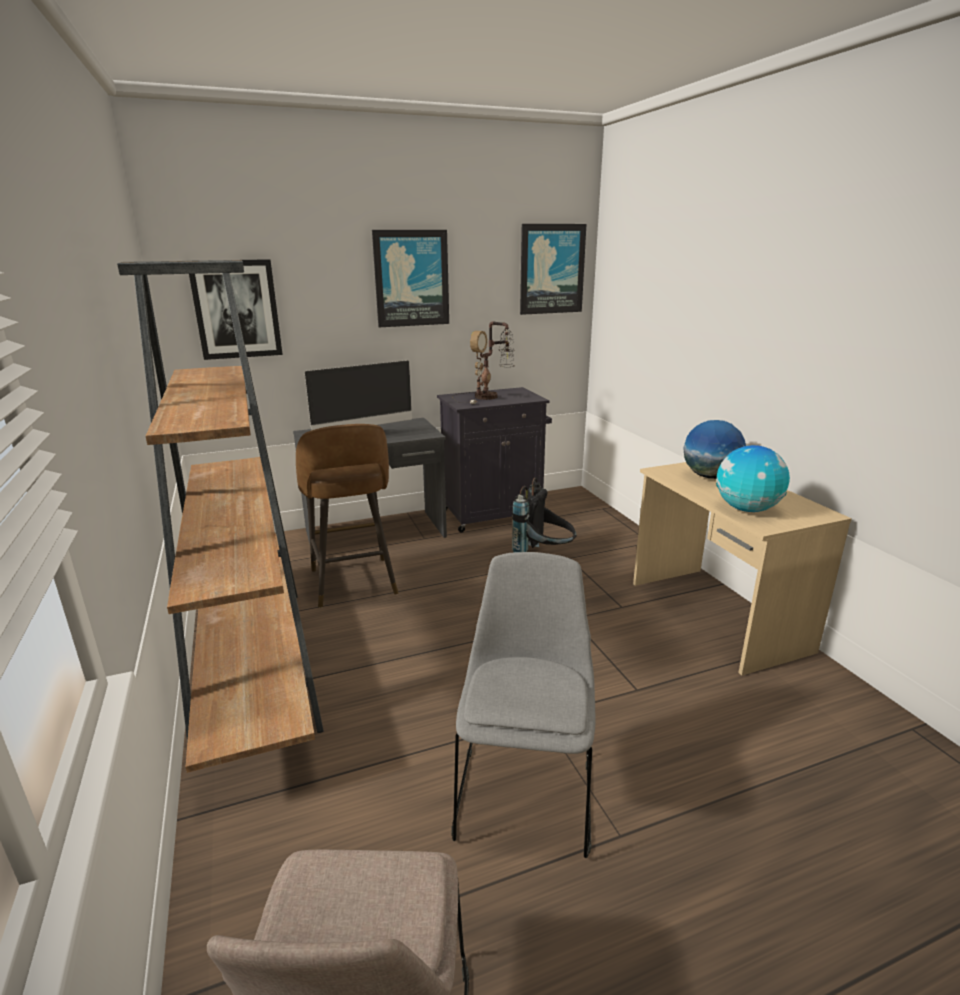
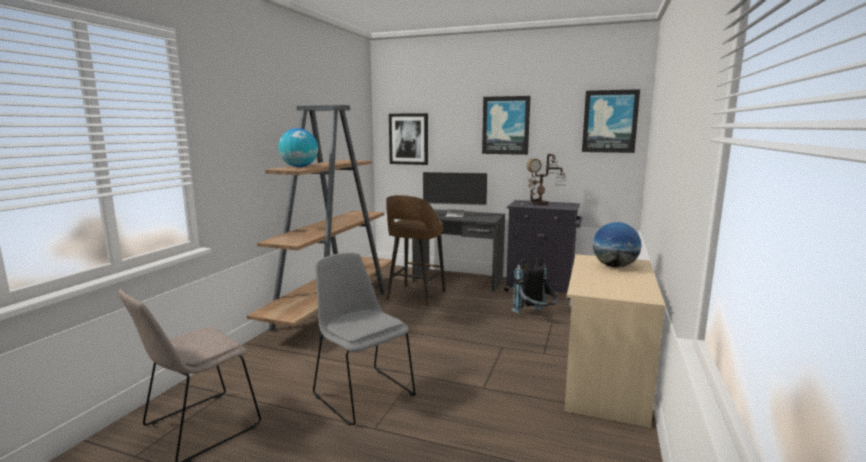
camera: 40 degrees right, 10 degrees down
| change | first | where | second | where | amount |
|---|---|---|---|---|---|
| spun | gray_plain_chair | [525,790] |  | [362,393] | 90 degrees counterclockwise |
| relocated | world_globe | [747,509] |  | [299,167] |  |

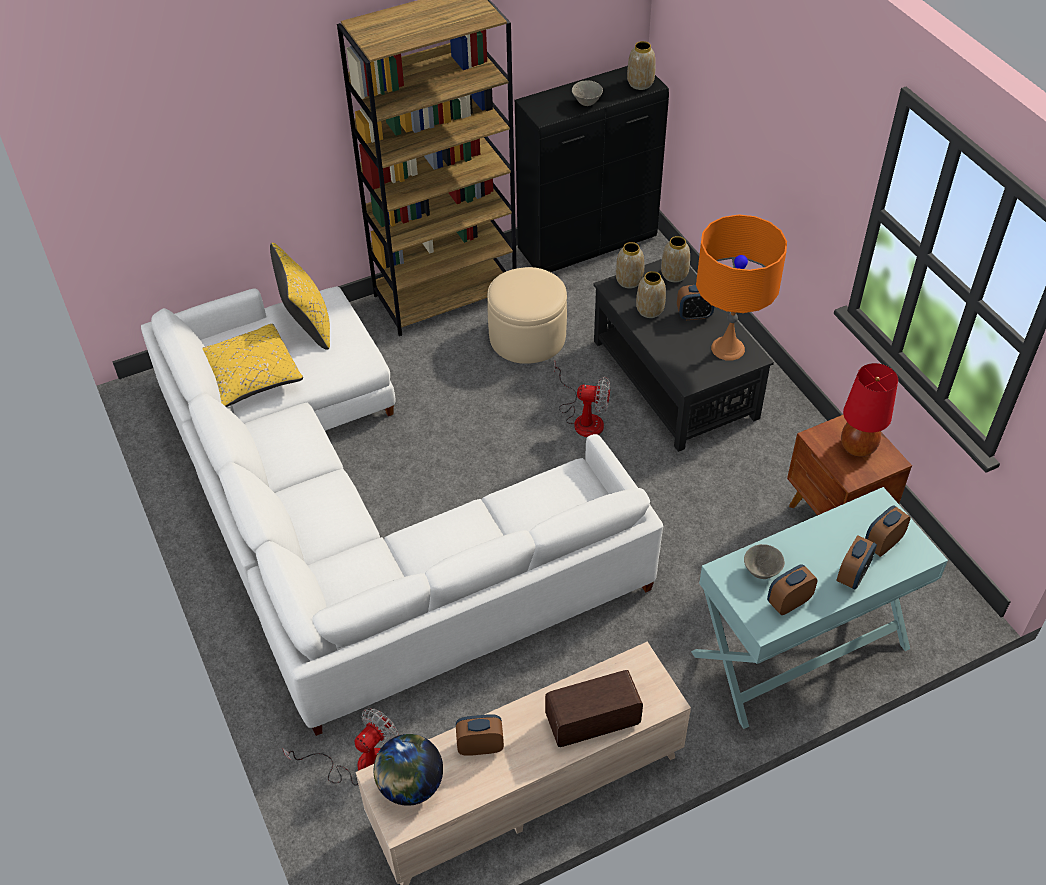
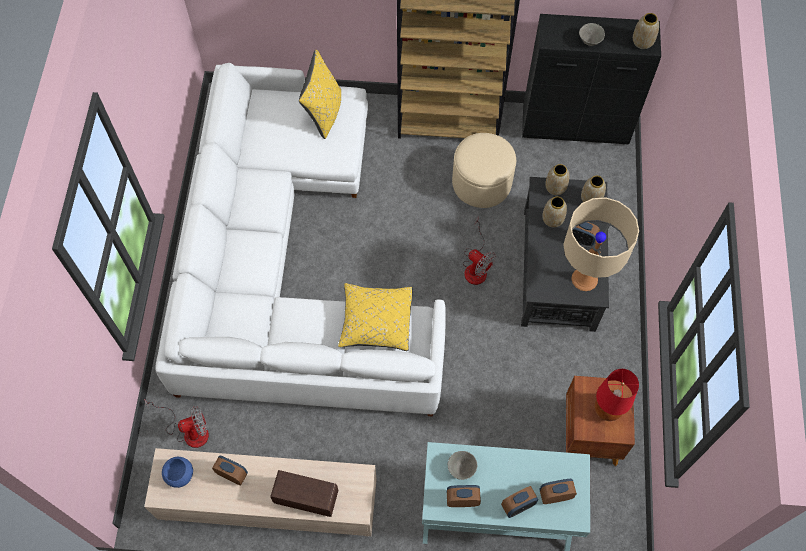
camera: 30 degrees right, 15 degrees up
| change | first | where | second | where | amount |
|---|---|---|---|---|---|
| relocated | yellow_pillow | [250,377] |  | [376,322] |  |
| exchanged | world_globe | [410,785] | bluish_bowl | [179,475] |  |
| colour | orange-coloured_lamp_for_a_table | [727,348] | beige-coloured_lamp_for_a_table | [584,279] |  |

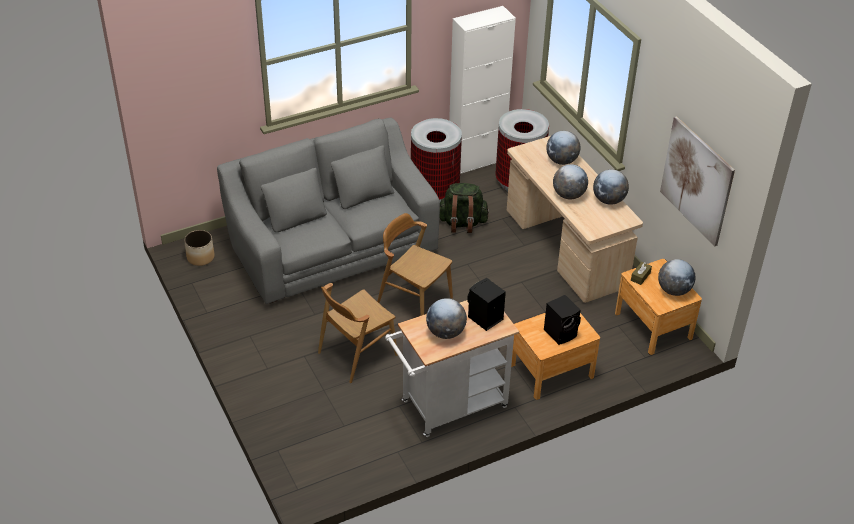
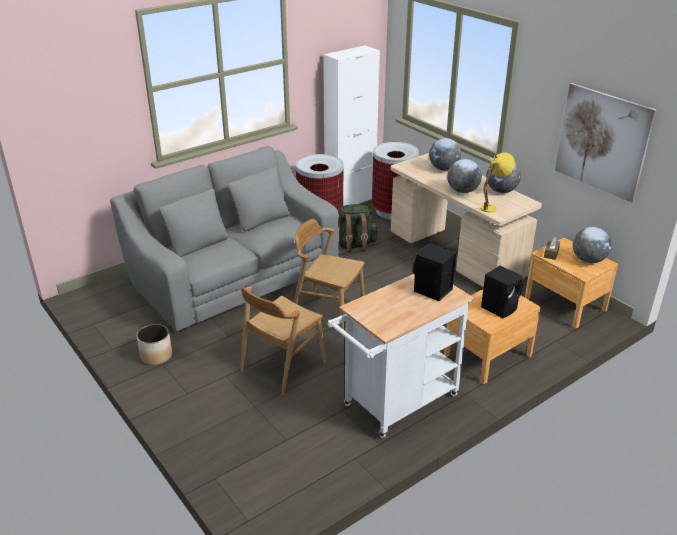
camera: 10 degrees left, 10 degrees down
| change | first | where | second | where | amount |
|---|---|---|---|---|---|
| relocated | plant_pot | [201,257] |  | [156,356] |  |
| missing | world_globe | [446,332] |  |  |  |
| appeared |  |  | yellow_lamp_for_a_table | [492,206] |  |

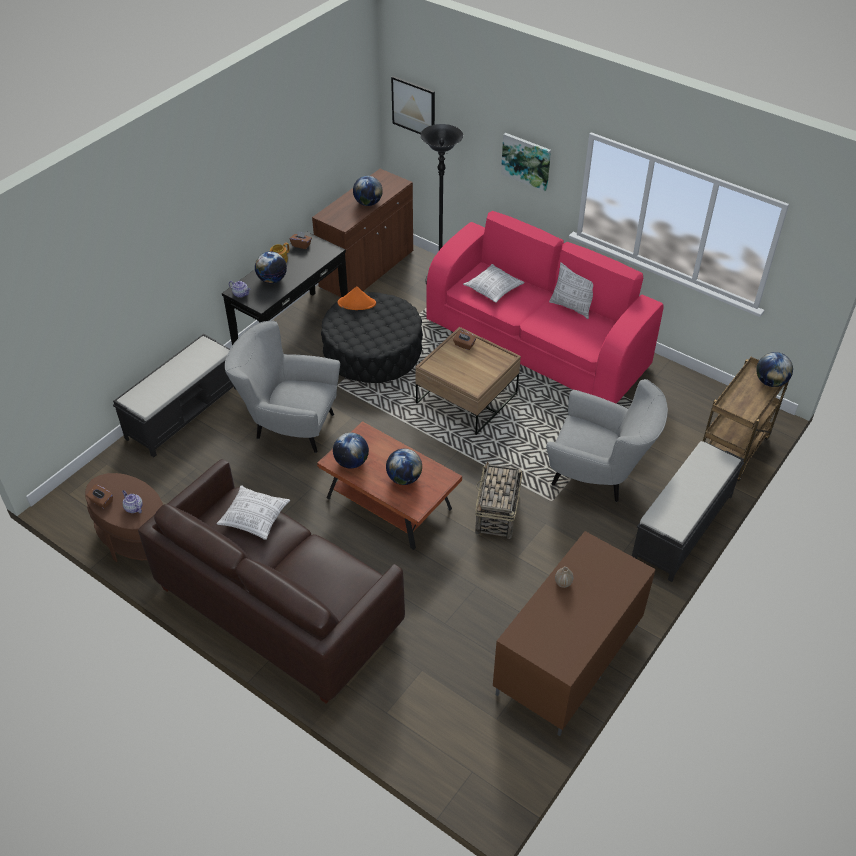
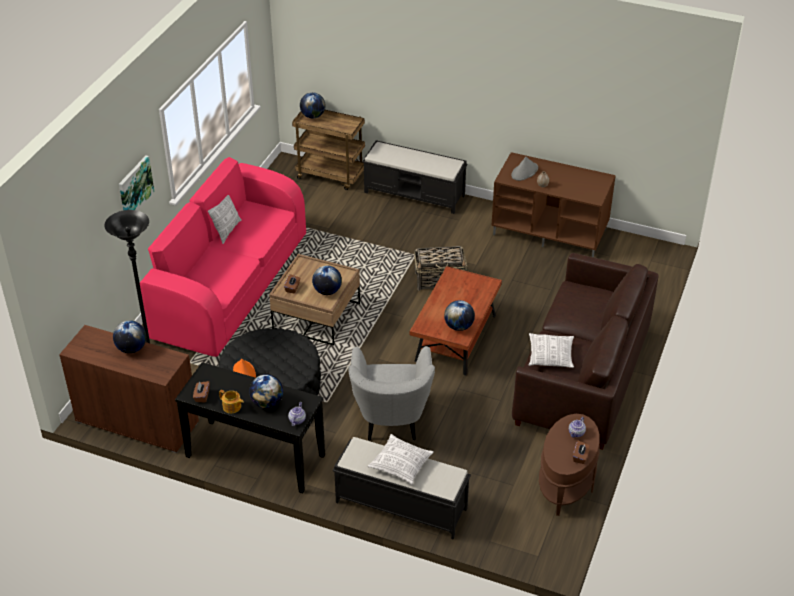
camera: 105 degrees left, 5 degrees down
| change | first | where | second | where | amount |
|---|---|---|---|---|---|
| relocated | world_globe | [404,478] |  | [327,291] |  |
| missing | wall_picture | [413,107] |  |  |  |
| relocated | pillow | [493,289] |  | [401,465] |  |
| missing | gray_easy_chair | [598,476] |  |  |  |
| appeared |  |  | gray_hat | [524,172] |  |

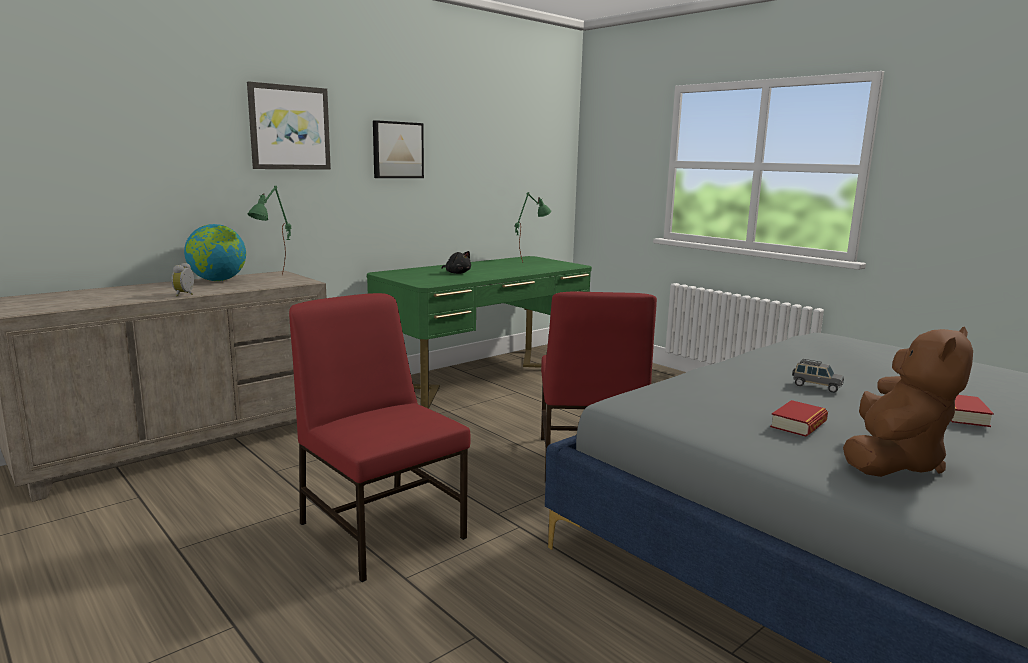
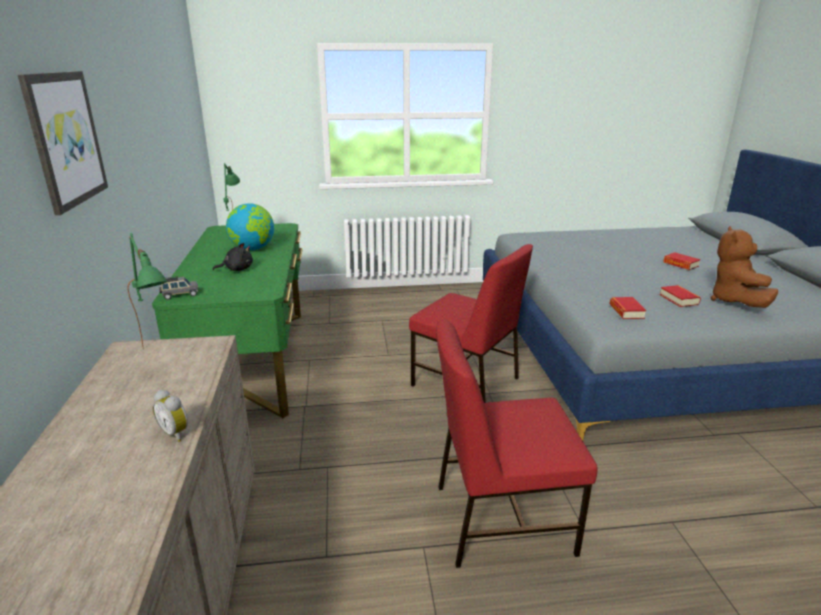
camera: 55 degrees left, 10 degrees up
| change | first | where | second | where | amount |
|---|---|---|---|---|---|
| relocated | world_globe | [217,280] |  | [253,249] |  |
| missing | wall_picture | [397,150] |  |  |  |
| relocated | gray_toy_car | [816,386] |  | [180,295] |  |
| spun | brownish_cuddly_toy | [892,462] |  | [735,301] | 150 degrees counterclockwise |
| appeared |  |  | volume | [626,311] |  |

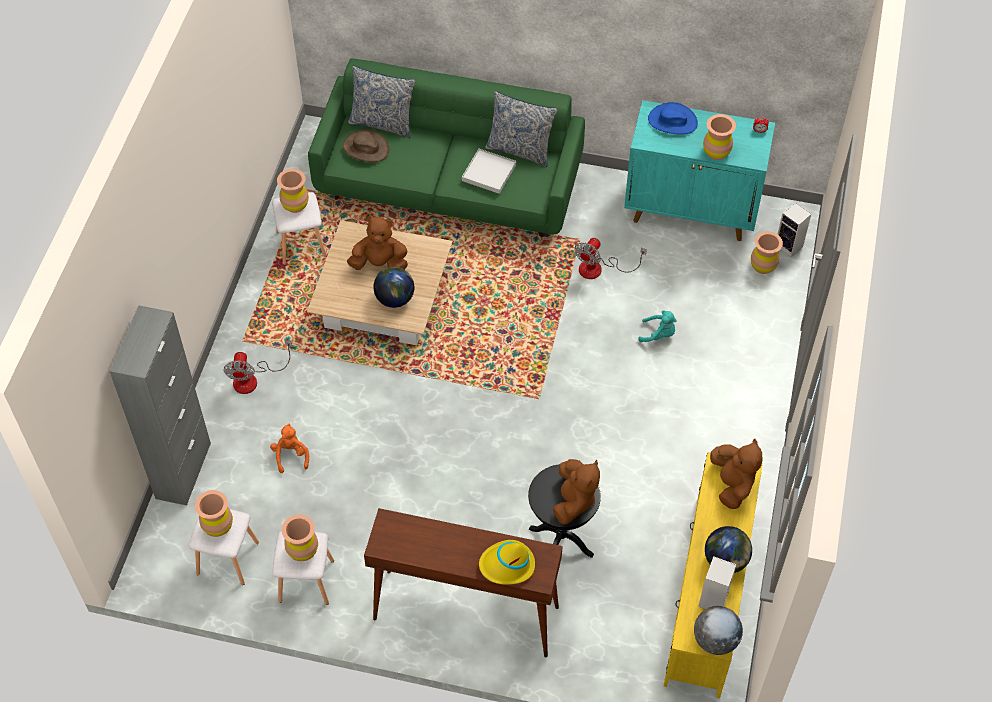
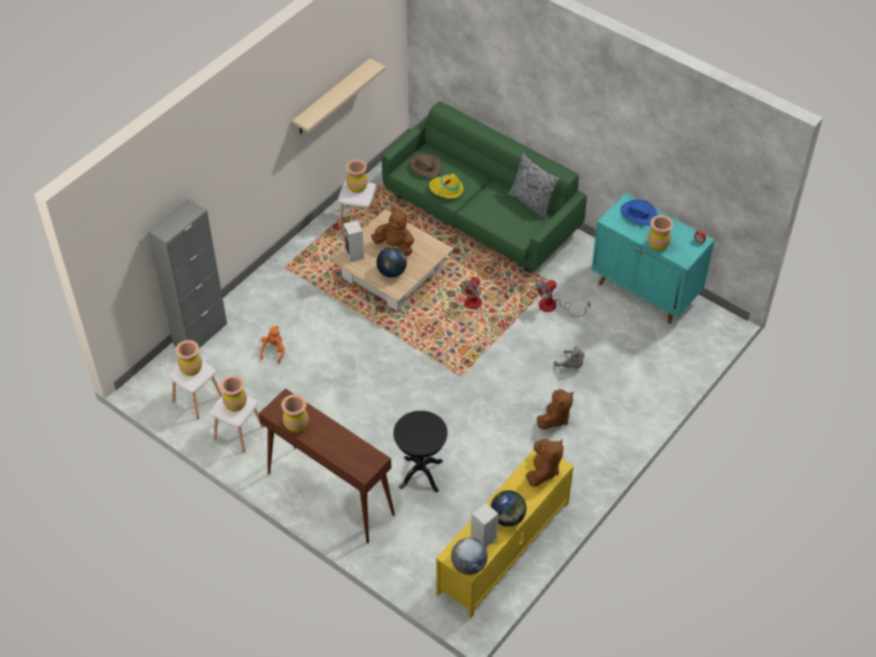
camera: 25 degrees right, 5 degrees down
| change | first | where | second | where | amount |
|---|---|---|---|---|---|
| relocated | fan | [253,379] |  | [479,301] |  |
| missing | pillow | [383,123] |  |  |  |
| missing | whitish_serving_tray | [489,172] |  |  |  |
| relocated | yellow_hat | [507,565] |  | [446,189] |  |
| relocated | brownish_cuddly_toy | [574,500] |  | [555,418] |  |
| colour | turquoise_cuddly_toy | [658,334] | gray_cuddly_toy | [571,365] |  |
| relocated | brownish_vase | [763,266] |  | [296,425] |  |
| relocated | audio_speaker | [790,246] |  | [355,255] |  |
| appeared |  |  | beige-coloured_bracket_shelf | [332,97] |  |

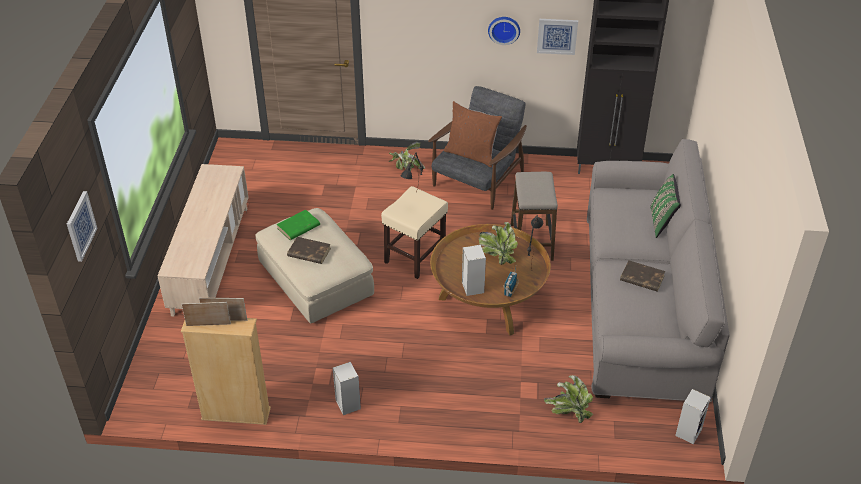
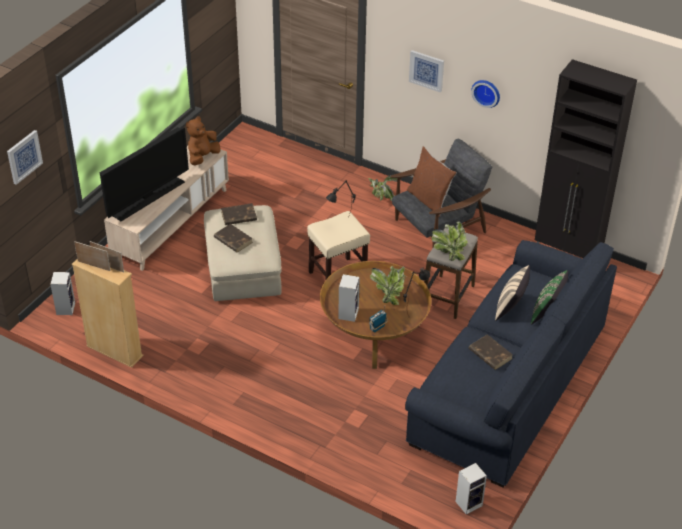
camera: 25 degrees right, 0 degrees up
| change | first | where | second | where | amount |
|---|---|---|---|---|---|
| colour | greenish_volume | [298,227] | brownish_volume | [238,216] |  |
| relocated | audio_speaker | [347,404] |  | [65,308] |  |
| relocated | wall_picture | [557,36] |  | [426,70] |  |
| relocated | potted_plant | [568,411] |  | [448,252] |  |
| colour | gray_sofa | [642,305] | bluish_sofa | [508,385] |  |
| appeared |  |  | television | [148,198] |  |
| appeared |  |  | brownish_cuddly_toy | [202,157] |  |
| appeared |  |  | beige-coloured_pillow | [510,308] |  |

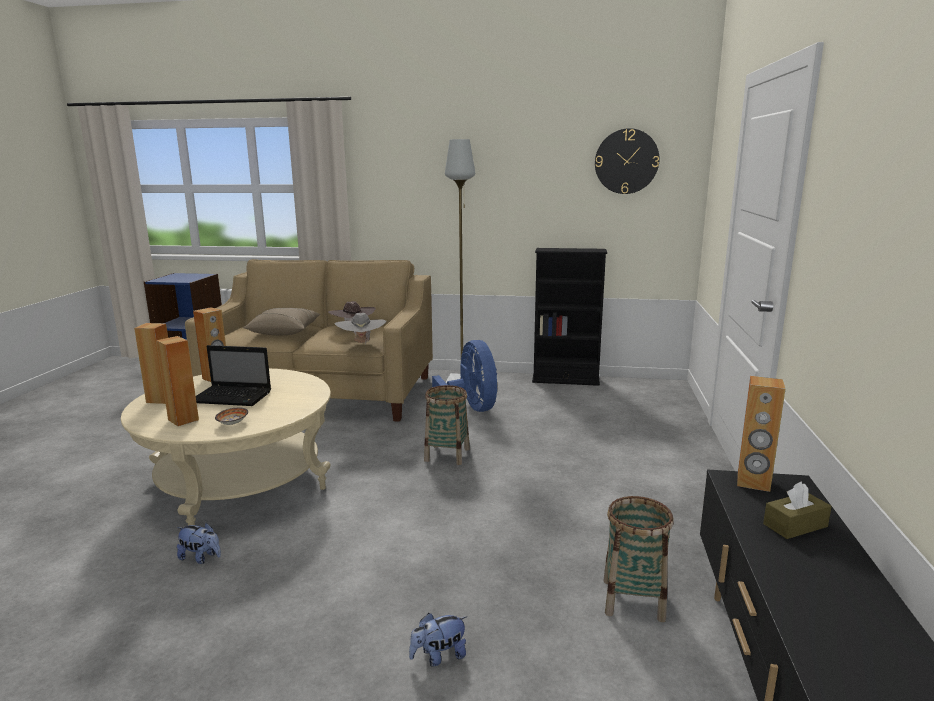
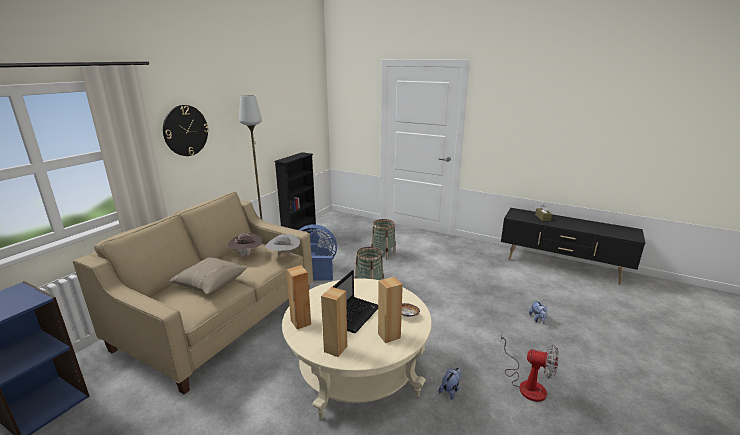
camera: 70 degrees left, 5 degrees up
| change | first | where | second | where | amount |
|---|---|---|---|---|---|
| relocated | clock_on_the_wall | [626,161] |  | [185,130] |  |
| relocated | basket | [633,599] |  | [383,254] |  |
| missing | brownish_audio_speaker | [753,483] |  |  |  |
| appeared |  |  | fan | [526,384] |  |

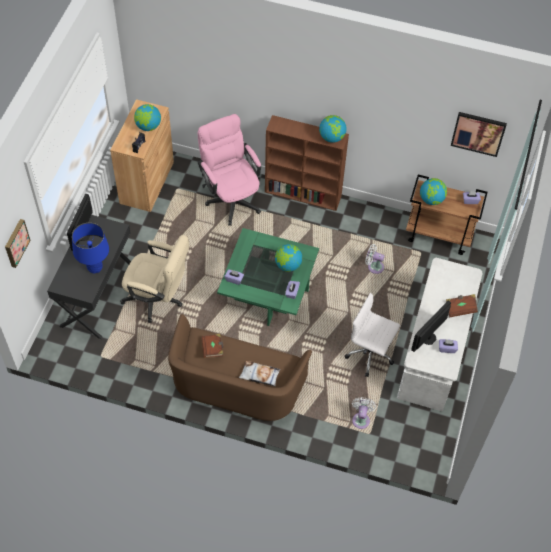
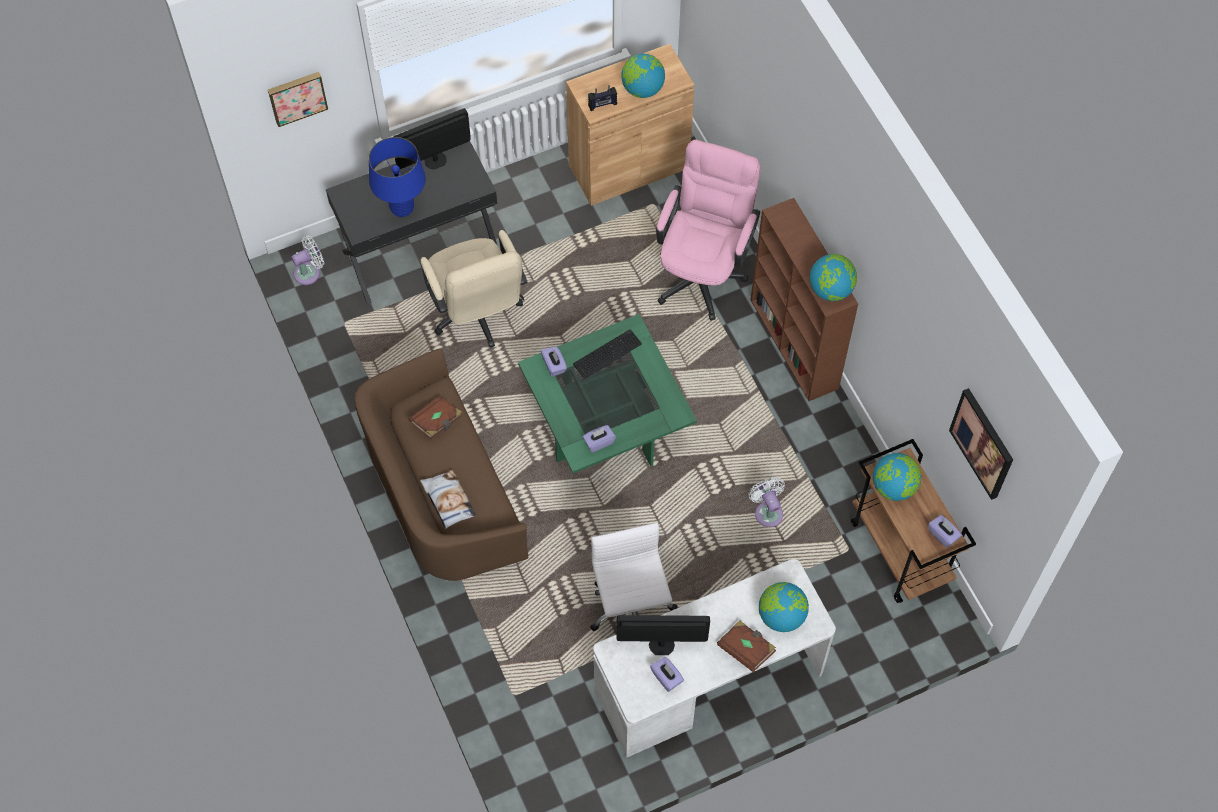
camera: 50 degrees right, 5 degrees up
| change | first | where | second | where | amount |
|---|---|---|---|---|---|
| relocated | world_globe | [288,265] |  | [781,616] |  |
| relocated | whitish_fan | [361,419] |  | [309,272] |  |
| appeared |  |  | keyboard | [606,353] |  |

